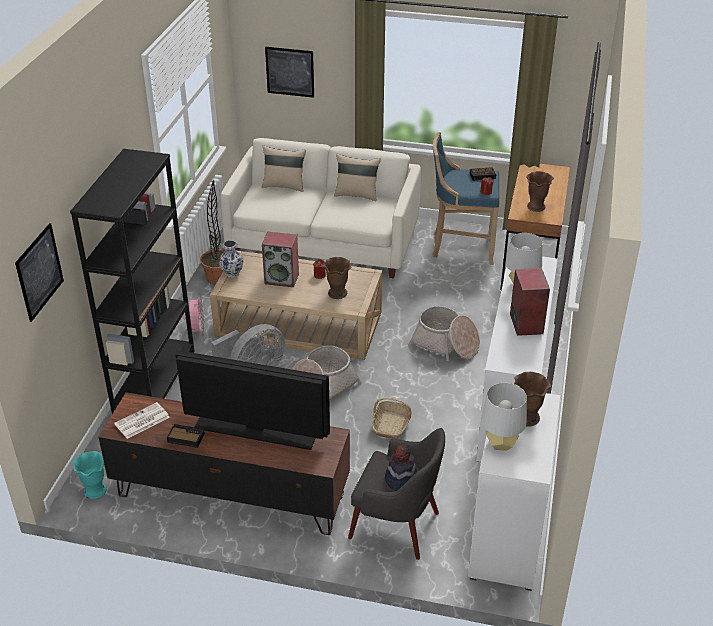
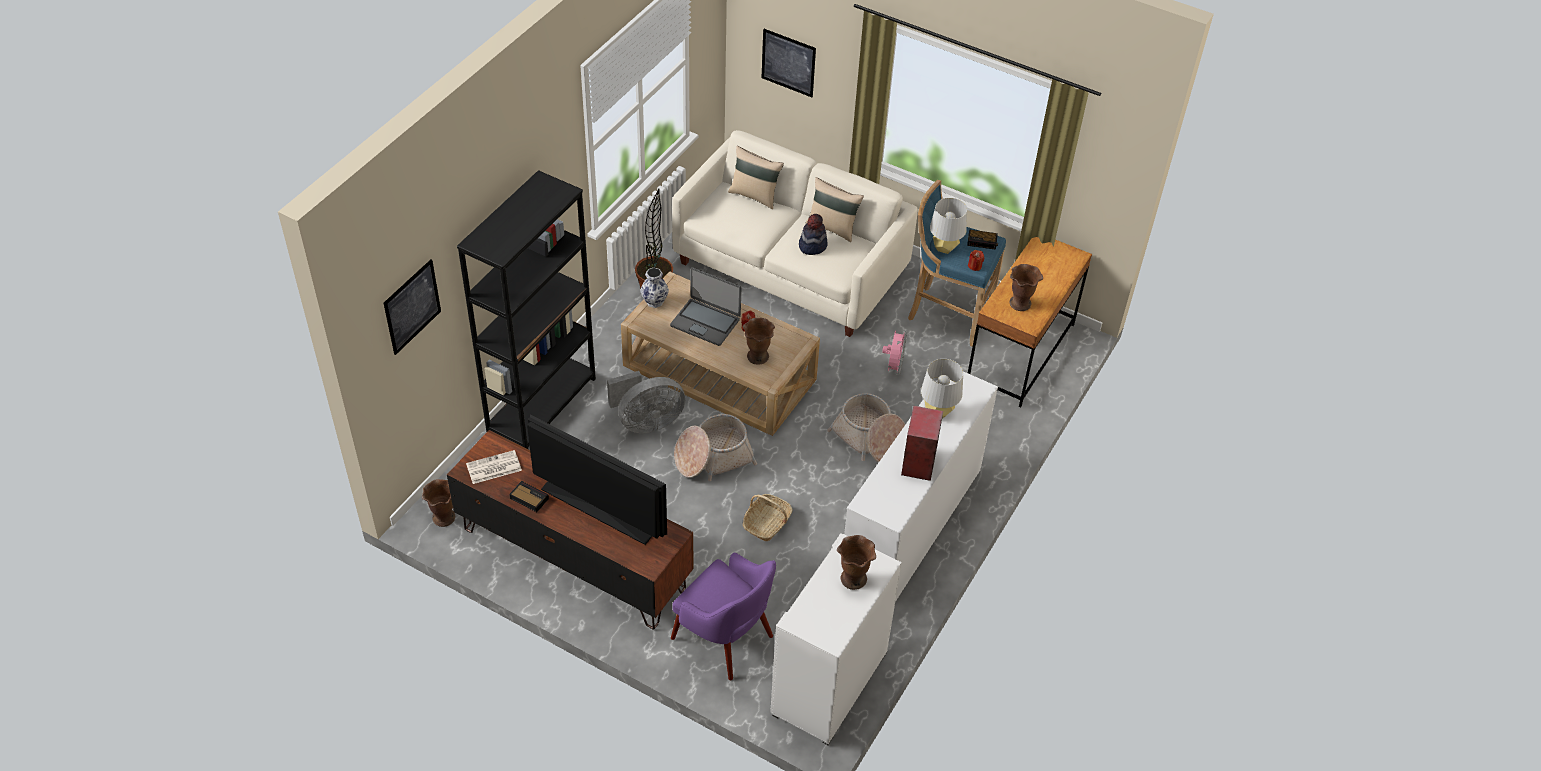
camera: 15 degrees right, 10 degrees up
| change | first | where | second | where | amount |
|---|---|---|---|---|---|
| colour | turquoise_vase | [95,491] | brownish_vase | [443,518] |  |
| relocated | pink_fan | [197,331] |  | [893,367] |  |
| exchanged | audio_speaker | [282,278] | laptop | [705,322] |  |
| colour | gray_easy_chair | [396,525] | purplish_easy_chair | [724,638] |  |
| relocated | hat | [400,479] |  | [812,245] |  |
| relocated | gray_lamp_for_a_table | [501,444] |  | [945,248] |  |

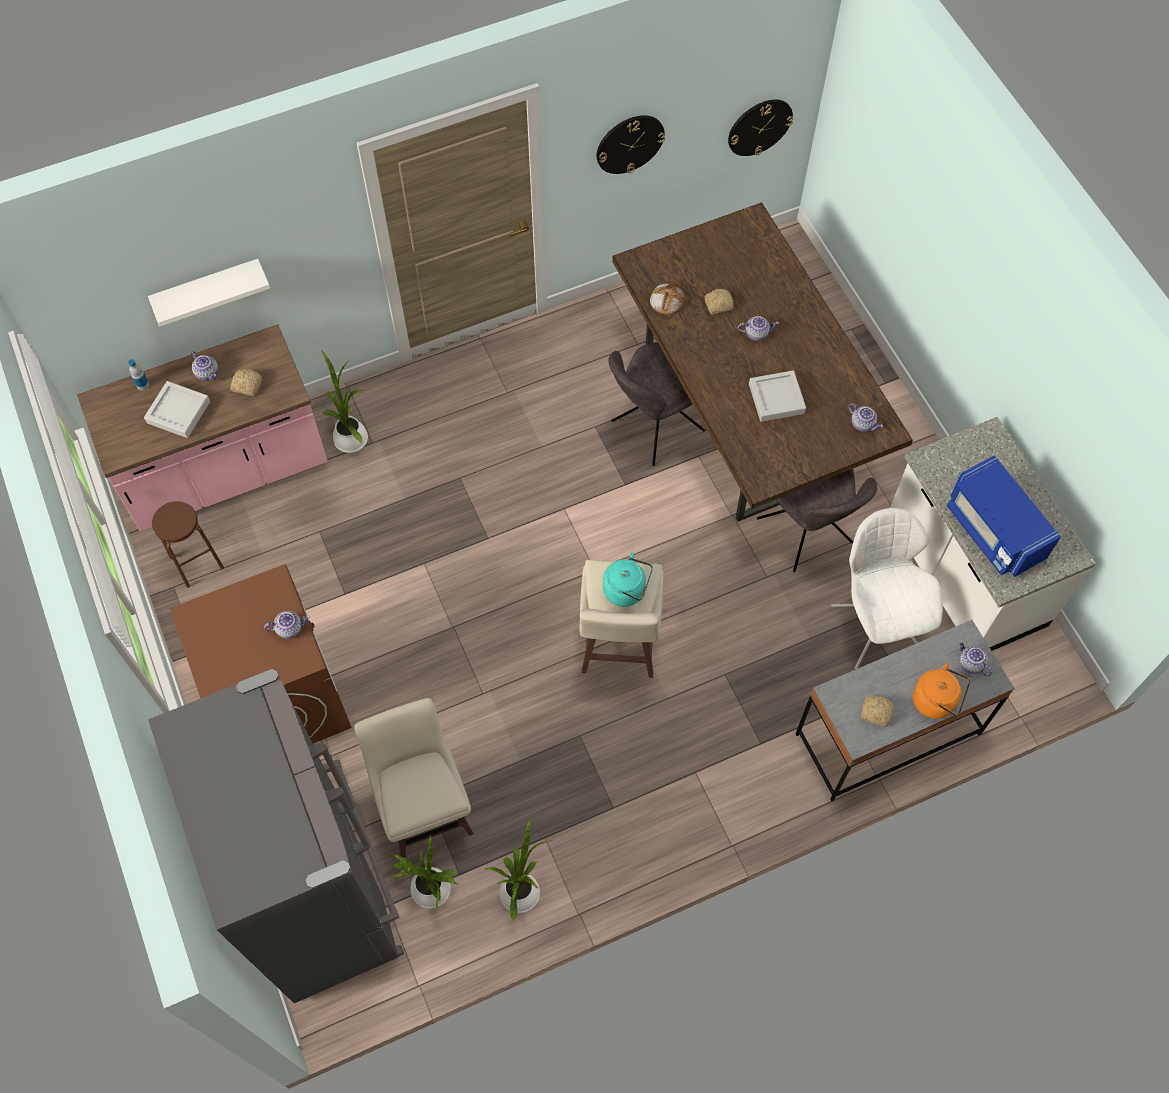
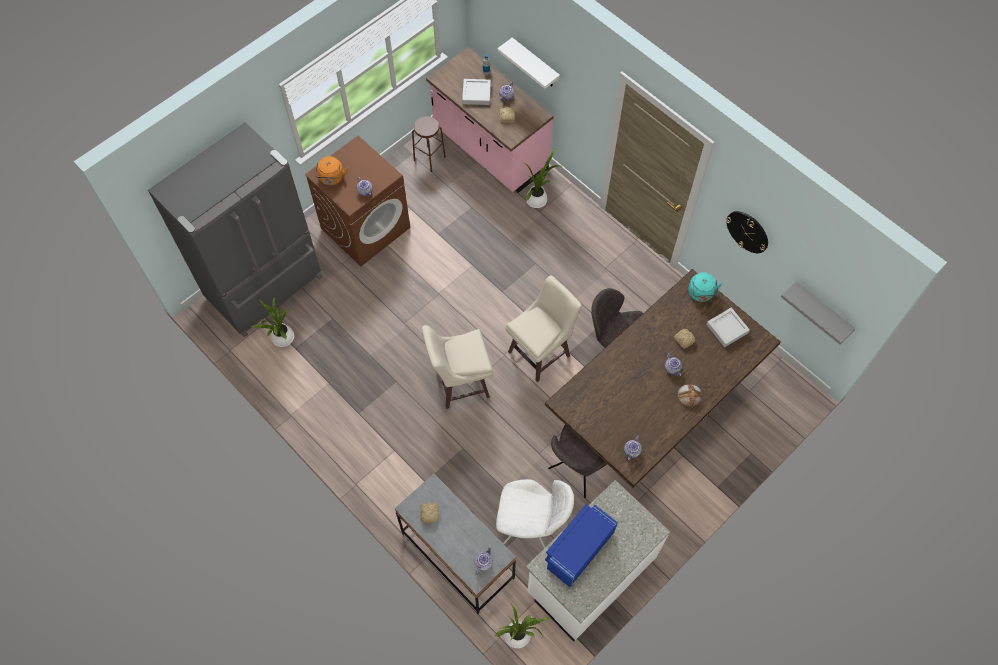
camera: 70 degrees right, 0 degrees up
| change | first | where | second | where | amount |
|---|---|---|---|---|---|
| relocated | beige-coloured_stool | [425,809] |  | [540,353] |  |
| relocated | potted_plant | [521,890] |  | [519,635] |  |
| relocated | turquoise_water_kettle | [627,590] |  | [701,294] |  |
| relocated | bakery_bread | [667,300] |  | [689,396] |  |
| exchanged | clock_on_the_wall | [759,127] | gray_bracket_shelf | [821,310] |  |
| relocated | gray_serving_tray | [776,399] |  | [727,329] |  |
| spun | whitish_plain_chair | [875,624] |  | [531,528] | 45 degrees clockwise |
| relocated | orange-coloured_water_kettle | [936,701] |  | [331,178] |  |

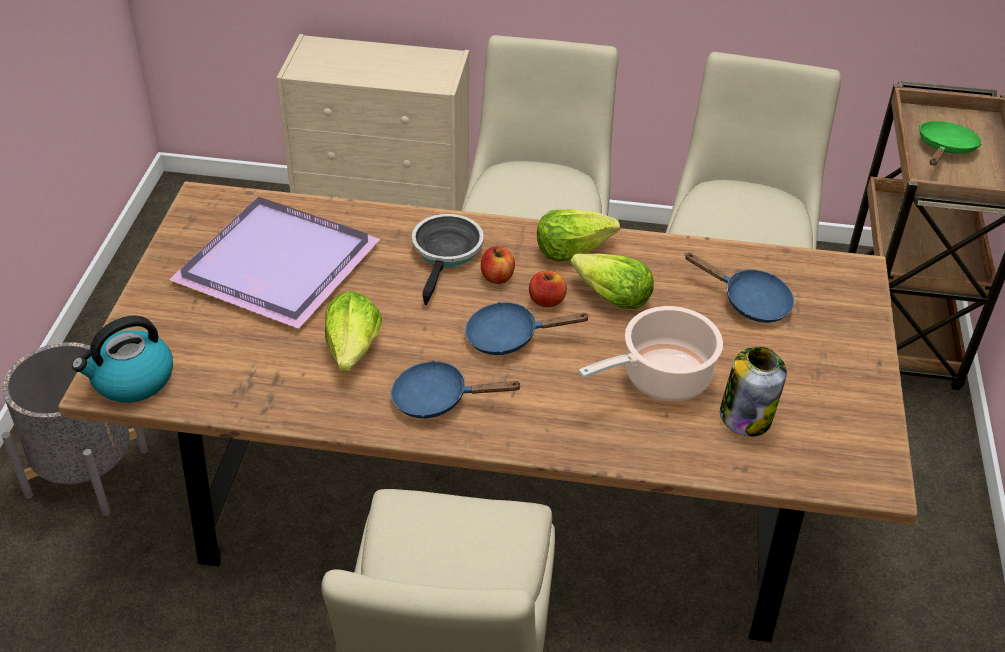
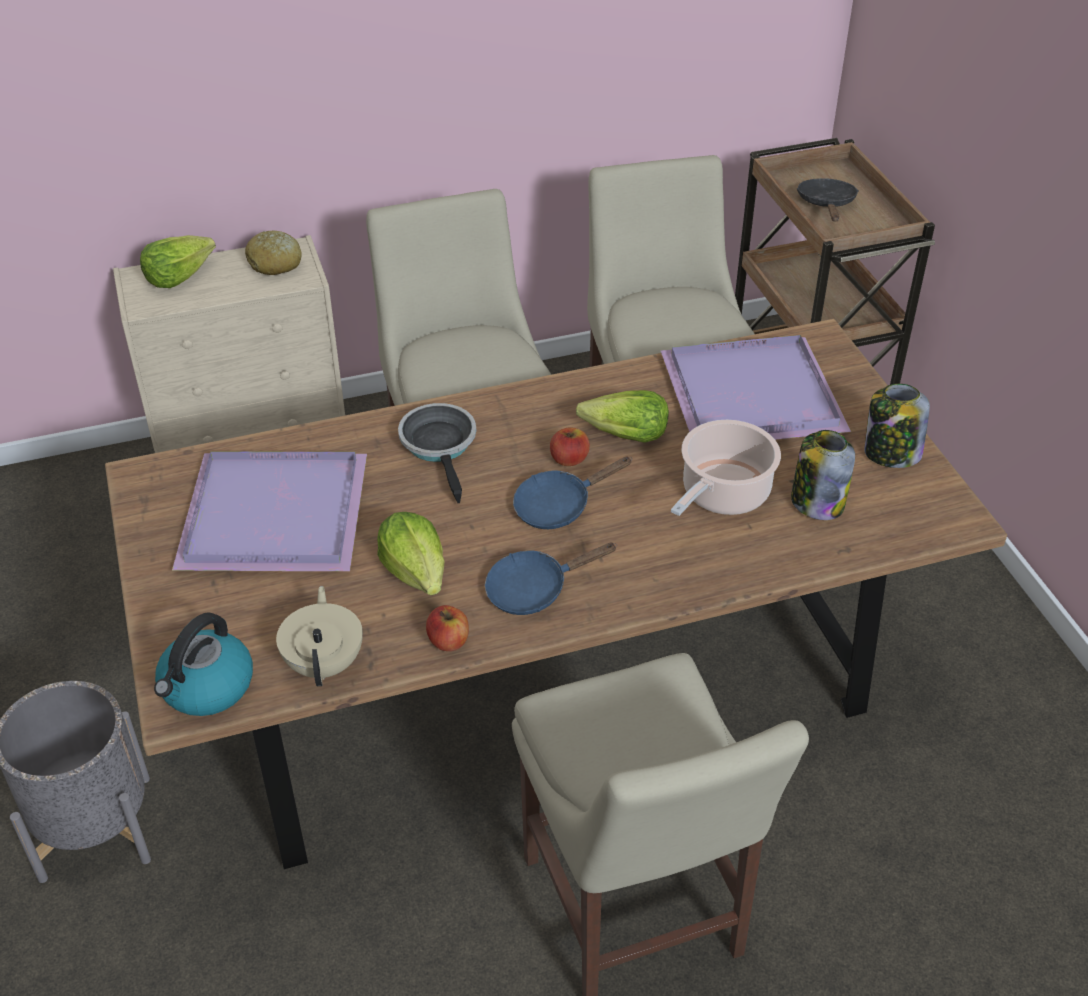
camera: 25 degrees left, 0 degrees up
| change | first | where | second | where | amount |
|---|---|---|---|---|---|
| relocated | whole_apple | [497,277] |  | [448,641] |  |
| relocated | head_of_lettuce | [572,249] |  | [178,276] |  |
| exchanged | bluish_frying_pan | [749,301] | purplish_serving_tray | [749,398] |  |
| colour | greenish_frying_pan | [944,149] | black-coloured_frying_pan | [826,204] |  |
| appeared |  |  | bakery_bread | [275,263] |  |
| appeared |  |  | beige-coloured_pot_for_tea | [325,663] |  |
| appeared |  |  | jar | [890,453] |  |

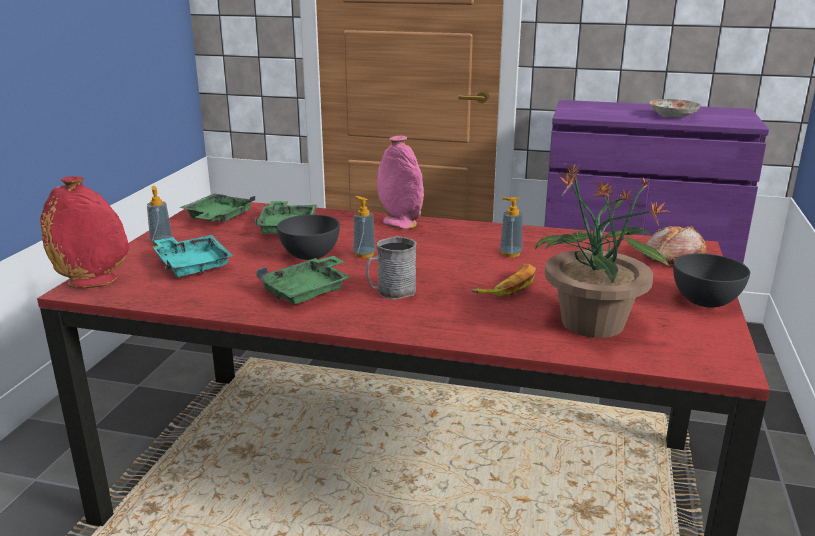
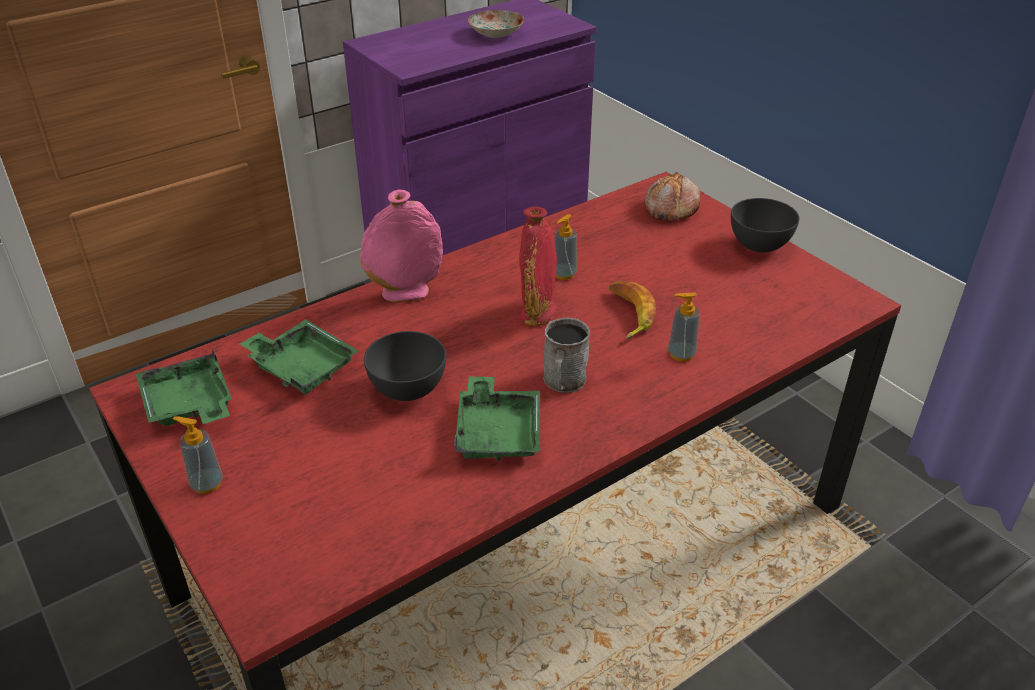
camera: 50 degrees left, 15 degrees up
| change | first | where | second | where | amount |
|---|---|---|---|---|---|
| relocated | red_vase | [93,282] |  | [538,312] |  |
| missing | turquoise_serving_tray | [192,265] |  |  |  |
| relocated | soap_bottle | [364,254] |  | [681,354] |  |
| missing | potted_plant | [592,324] |  |  |  |

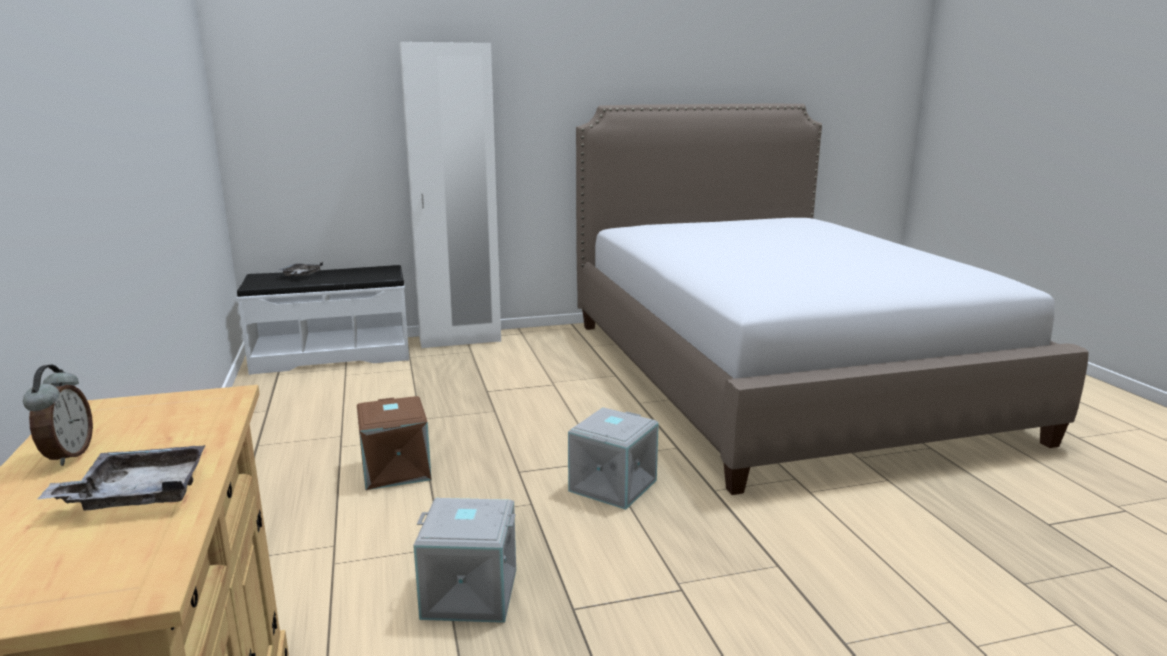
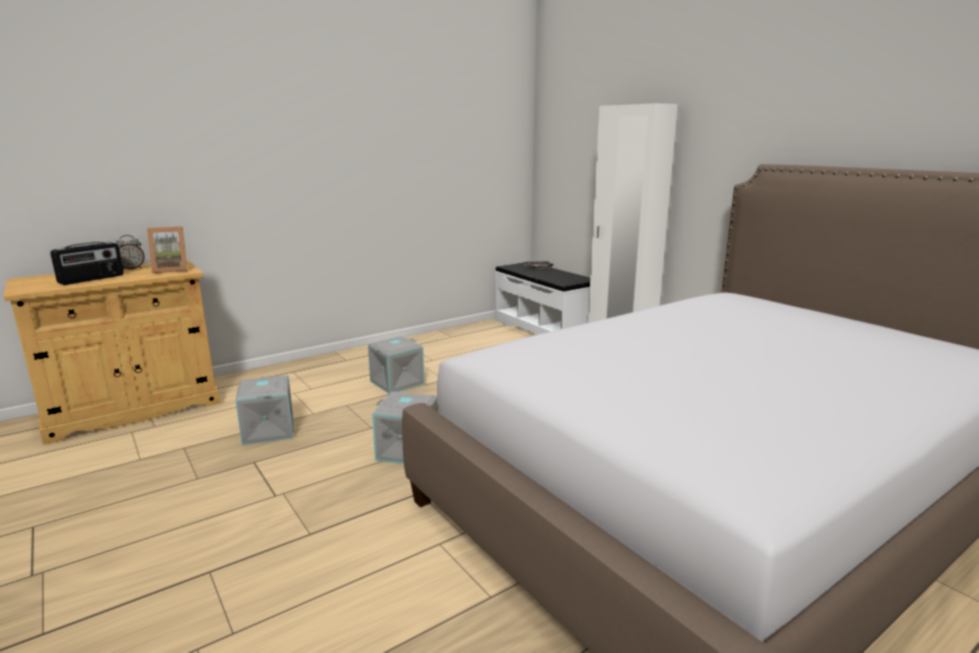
camera: 70 degrees right, 0 degrees up
| change | first | where | second | where | amount |
|---|---|---|---|---|---|
| exchanged | gray_serving_tray | [137,494] | radio_set | [92,279] |  |
| colour | brownish_storage_container | [397,470] | gray_storage_container | [397,383] |  |
| appeared |  |  | picture_frame | [171,269] |  |

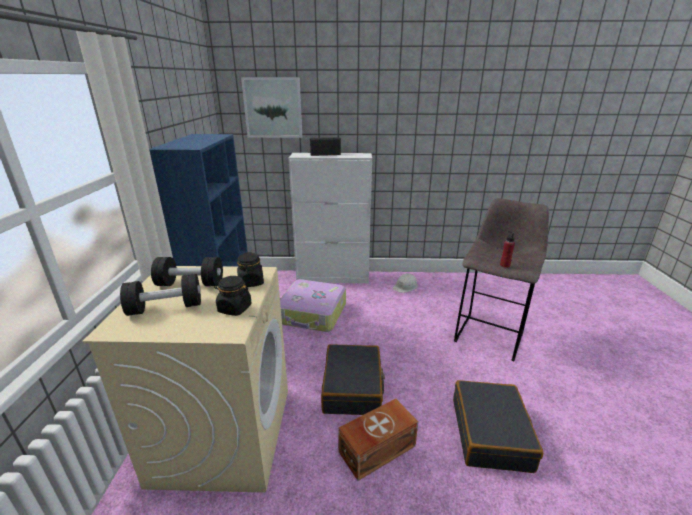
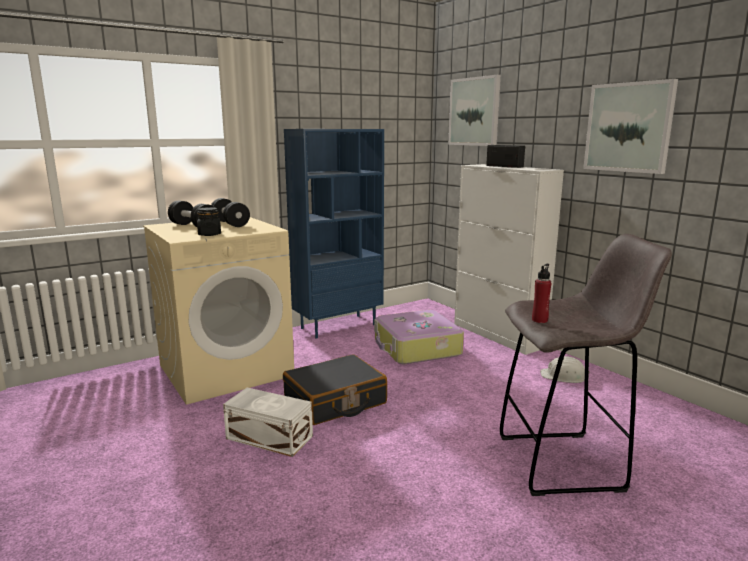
camera: 55 degrees right, 10 degrees down
| change | first | where | second | where | amount |
|---|---|---|---|---|---|
| missing | black-coloured_jar | [251,282] |  |  |  |
| colour | brownish_storage_container | [375,448] | whitish_storage_container | [269,436] |  |
| missing | black-coloured_piece_of_luggage | [491,433] |  |  |  |
| appeared |  |  | wall_picture | [628,127] |  |

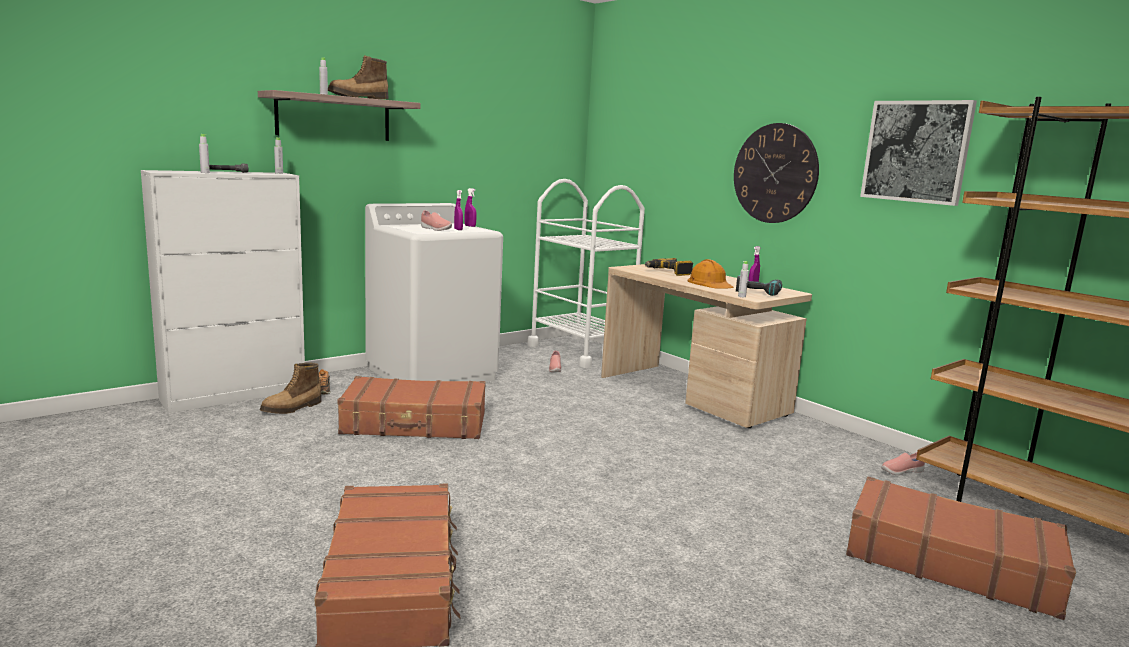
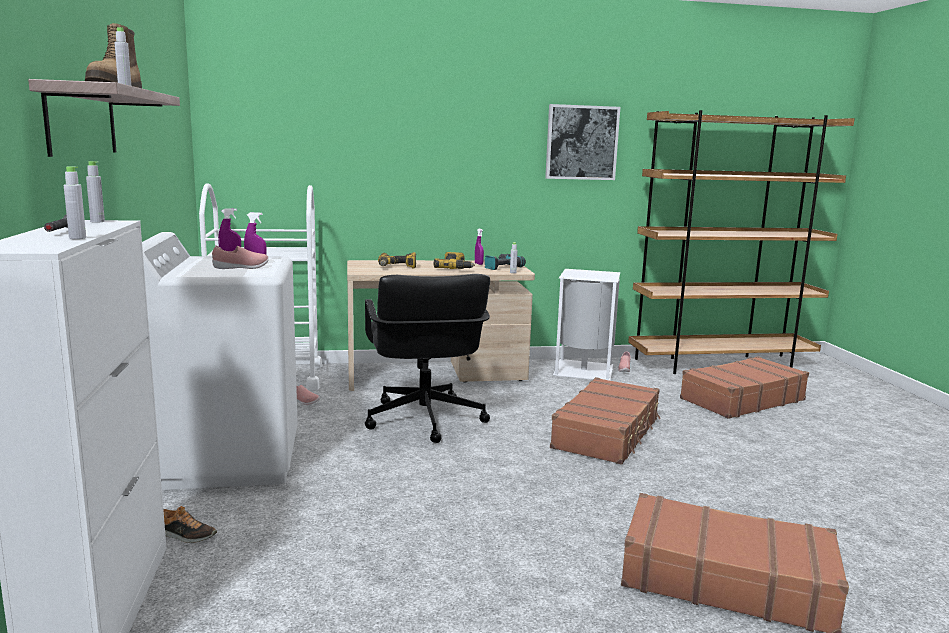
camera: 60 degrees left, 0 degrees up
| change | first | where | second | where | amount |
|---|---|---|---|---|---|
| missing | boot | [292,408] |  |  |  |
| relocated | brownish_piece_of_luggage | [415,424] |  | [607,433] |  |
| exchanged | orange-coloured_safety_helmet | [710,283] | power_drill | [455,268] |  |
| missing | clock_on_the_wall | [775,173] |  |  |  |
| appeared |  |  | black-coloured_computer_chair | [424,420] |  |
| appeared |  |  | whitish_trash_can | [585,370] |  |

